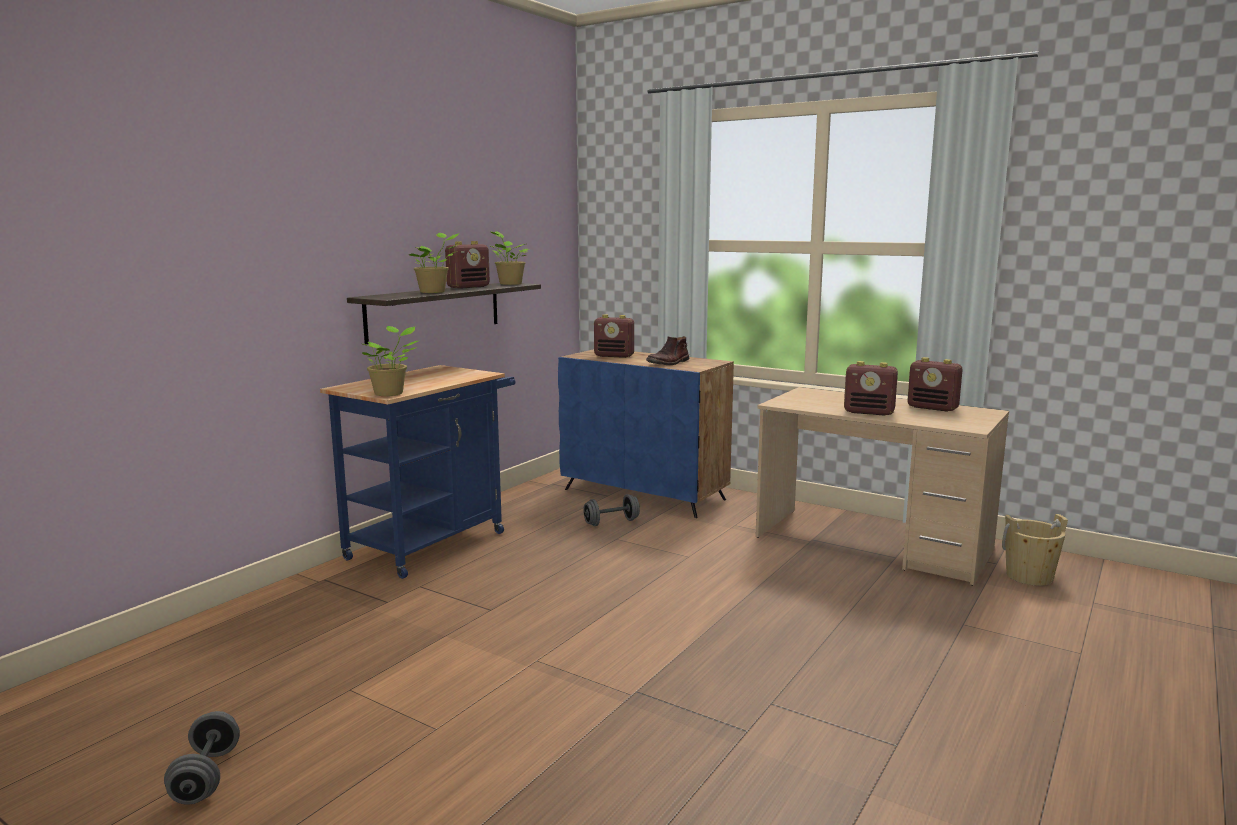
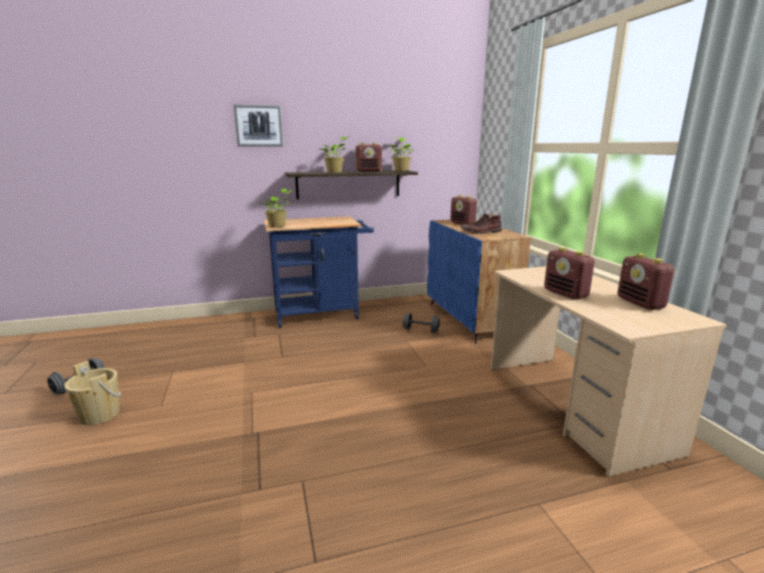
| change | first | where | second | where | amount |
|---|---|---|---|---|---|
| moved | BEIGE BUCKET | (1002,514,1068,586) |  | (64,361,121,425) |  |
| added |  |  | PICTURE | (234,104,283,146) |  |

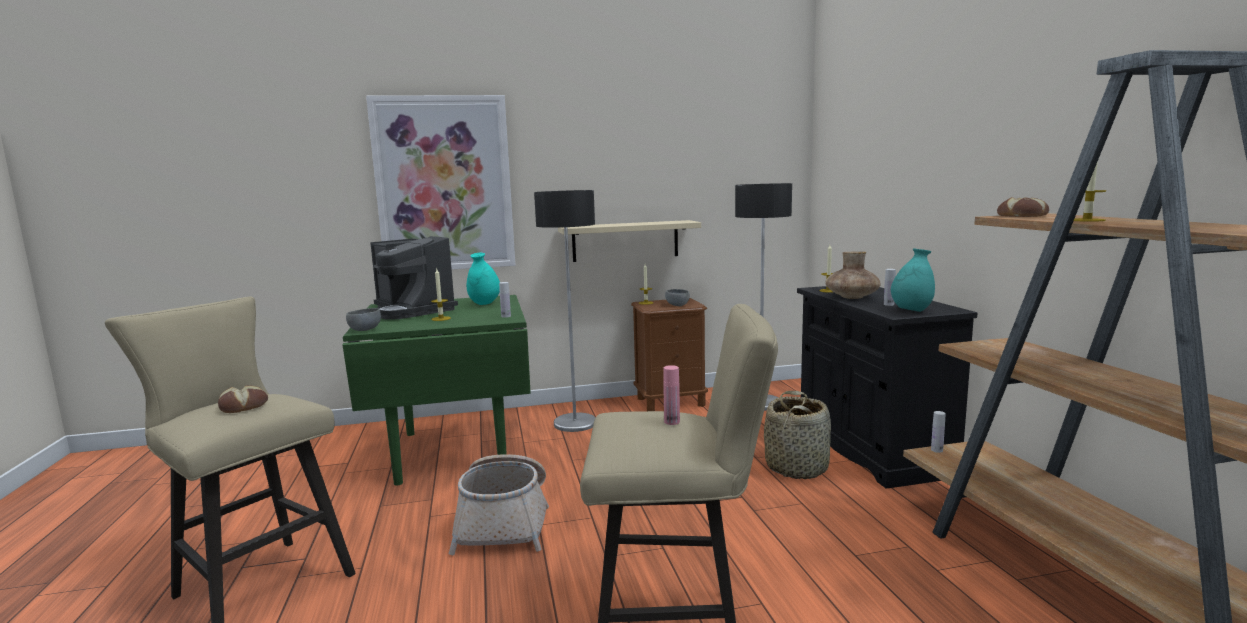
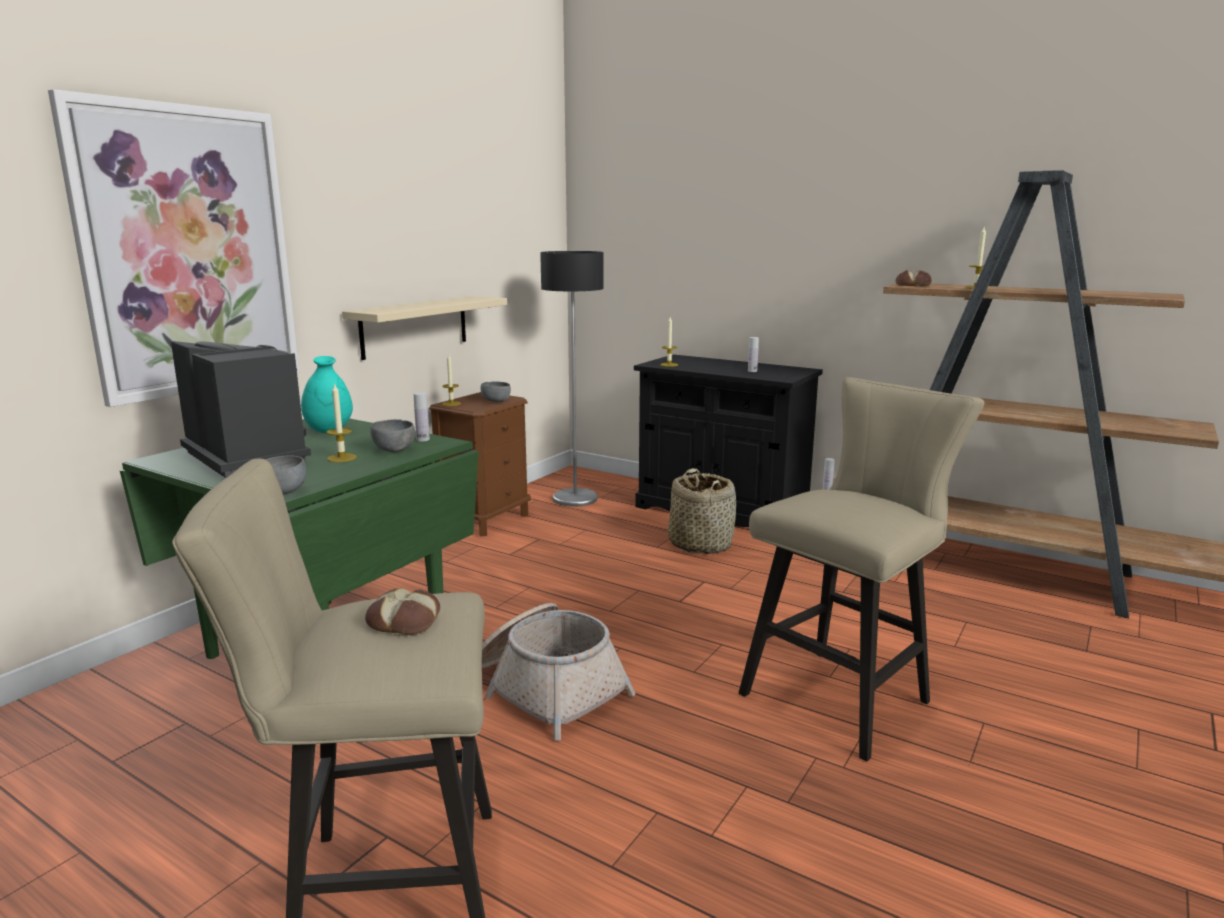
| change | first | where | second | where | amount |
|---|---|---|---|---|---|
| turned | COFFEE MACHINE | (370,236,458,320) |  | (171,341,311,478) | 135 degrees counterclockwise |
| added |  |  | GREY BOWL | (370,419,416,453) |  |
| removed | FLOOR LAMP | (534,190,595,432) |  |  |  |
| removed | PINK BOTTLE | (663,365,680,425) |  |  |  |
| removed | BROWN VASE | (825,251,881,299) |  |  |  |
| removed | TURQUOISE VASE | (891,249,935,312) |  |  |  |

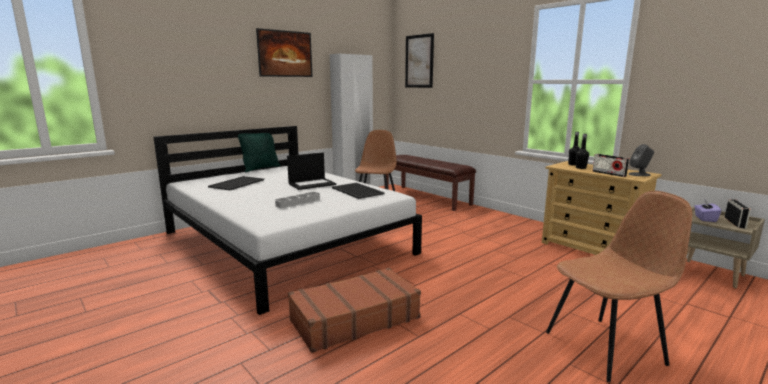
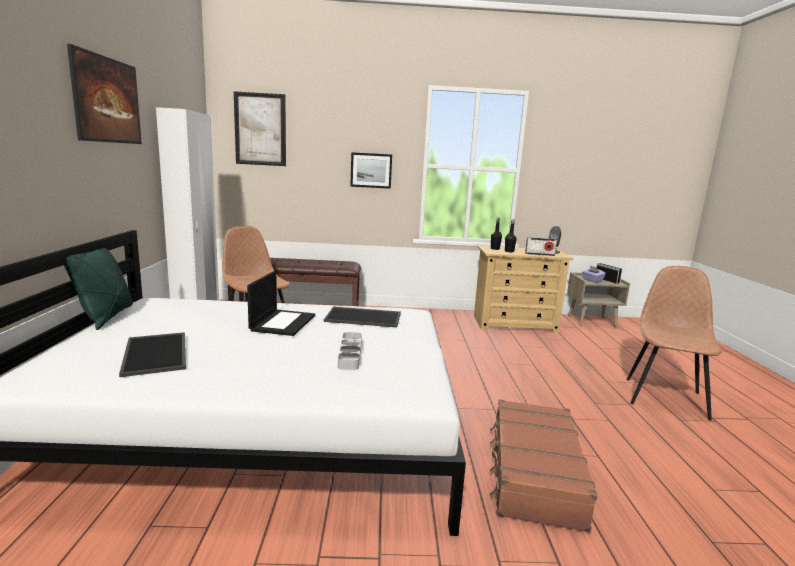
| change | first | where | second | where | amount |
|---|---|---|---|---|---|
| added |  |  | PICTURE | (350,152,392,189) |  |

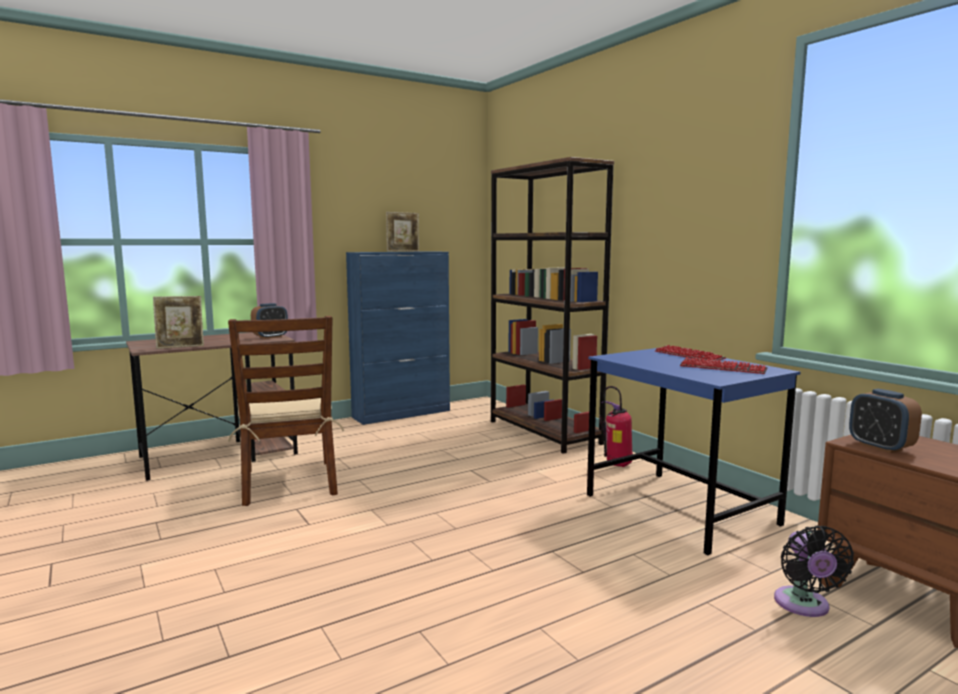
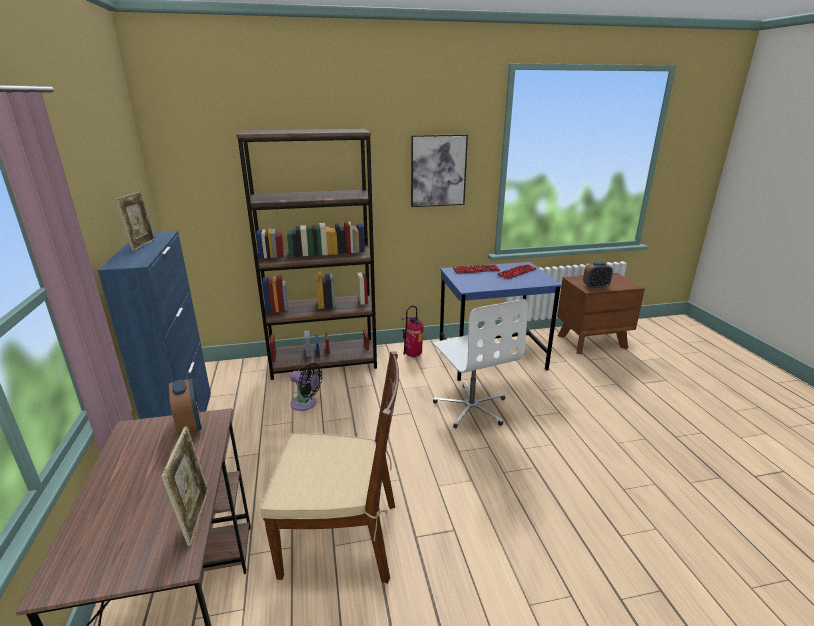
| change | first | where | second | where | amount |
|---|---|---|---|---|---|
| moved | BLACK FAN | (774,525,854,617) |  | (290,363,322,411) |  |
| added |  |  | PICTURE | (411,134,468,207) |  |
| added |  |  | WHITE OFFICE CHAIR | (433,299,528,428) |  |

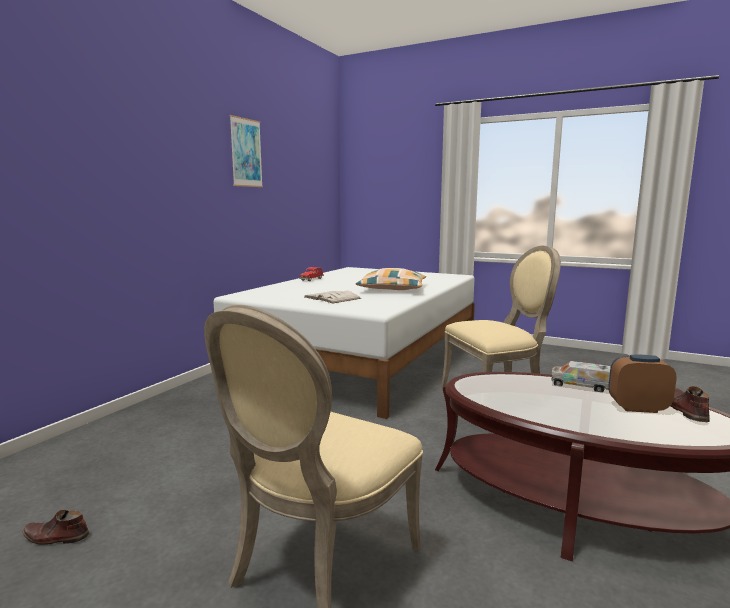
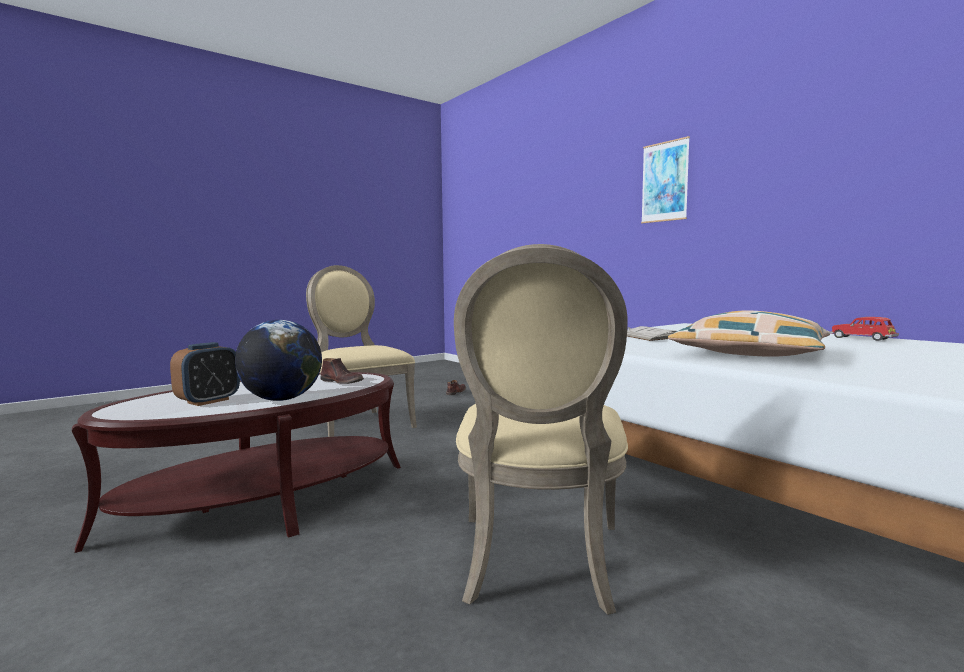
| change | first | where | second | where | amount |
|---|---|---|---|---|---|
| replaced | TOY TRUCK | (551,361,611,392) | GLOBE | (235,320,322,401) |  |
| moved | BROWN SHOE | (671,386,709,422) |  | (320,358,364,384) |  |
| moved | PICTURE | (229,115,263,187) |  | (641,136,690,223) |  |

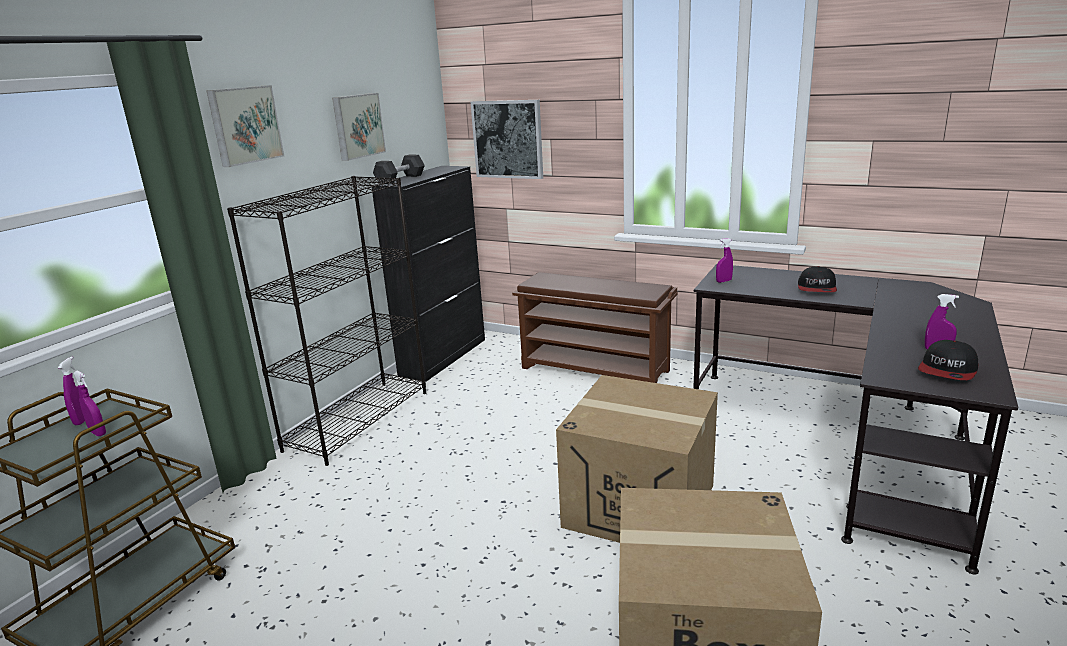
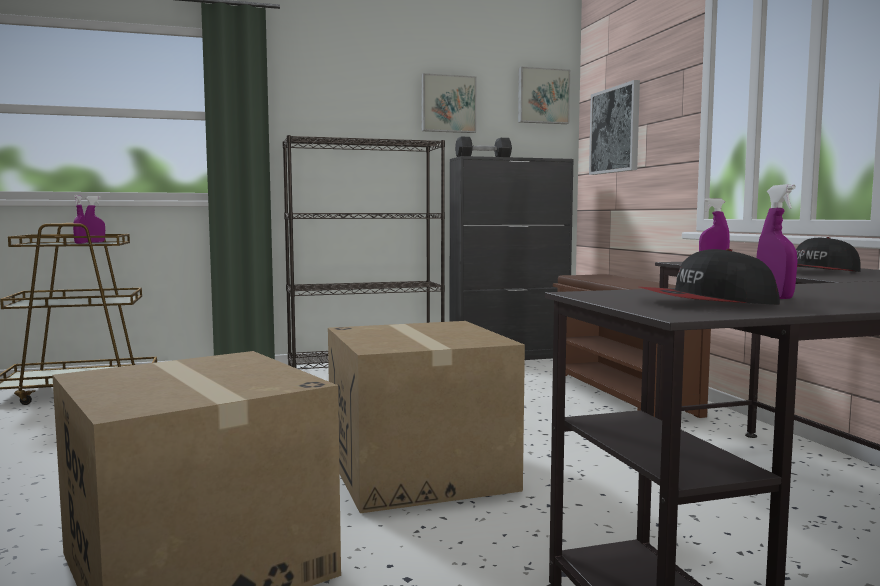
| change | first | where | second | where | amount |
|---|---|---|---|---|---|
| moved | PICTURE | (206,85,284,167) |  | (518,67,570,124) |  |

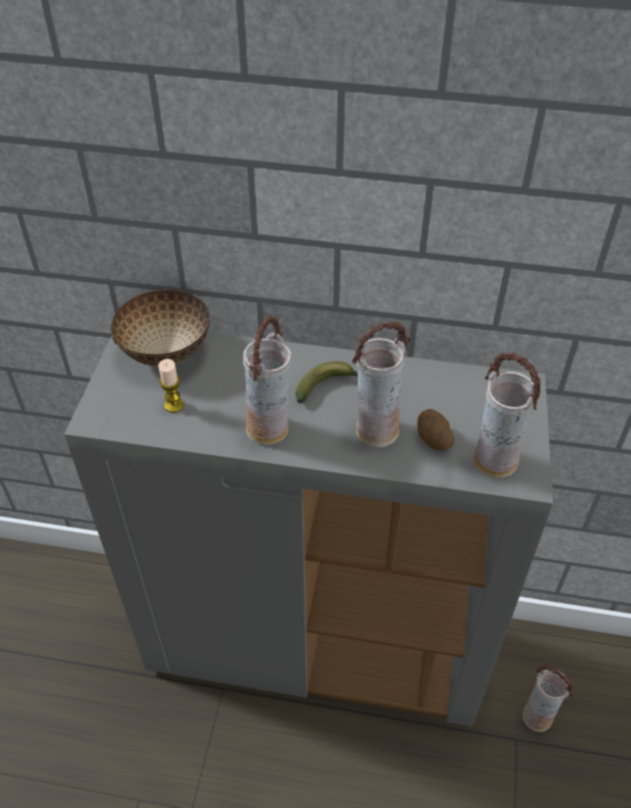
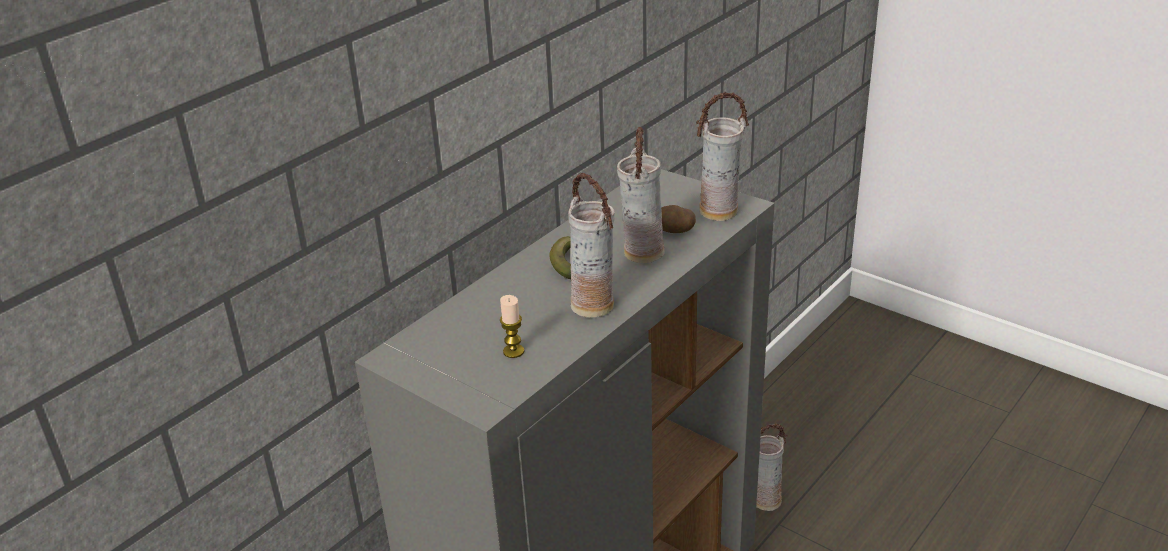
| change | first | where | second | where | amount |
|---|---|---|---|---|---|
| removed | BOWL | (111,289,210,367) |  |  |  |

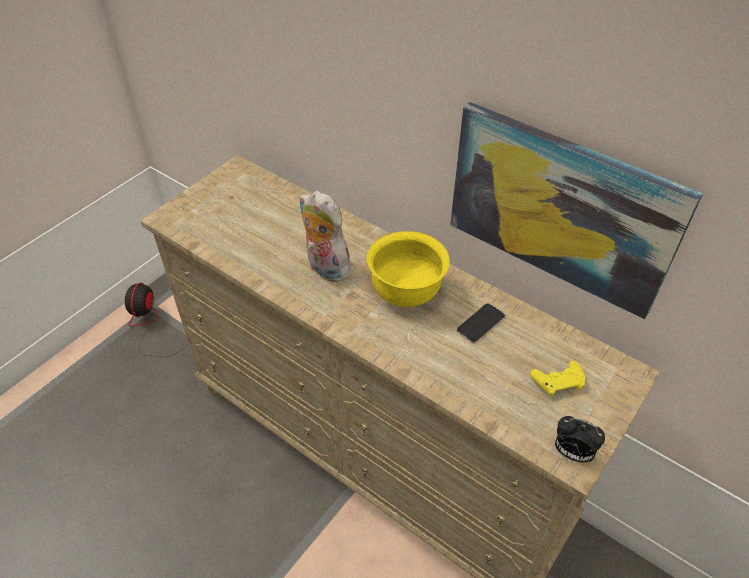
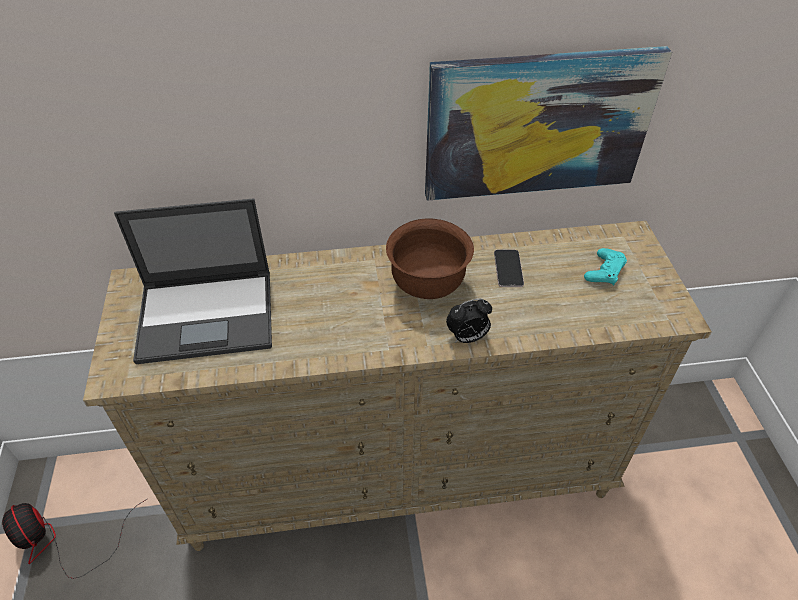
| change | first | where | second | where | amount |
|---|---|---|---|---|---|
| added |  |  | LAPTOP | (114,198,272,364) |  |
| recoloured | YELLOW BOWL | (367,231,450,307) | BROWN BOWL | (386,218,474,299) |  |
| moved | ALARM CLOCK | (555,416,605,462) |  | (446,299,492,343) |  |
| recoloured | YELLOW GAME CONTROLLER | (530,361,585,397) | TURQUOISE GAME CONTROLLER | (584,248,627,285) |  |
| removed | PLUSH TOY | (300,191,354,282) |  |  |  |

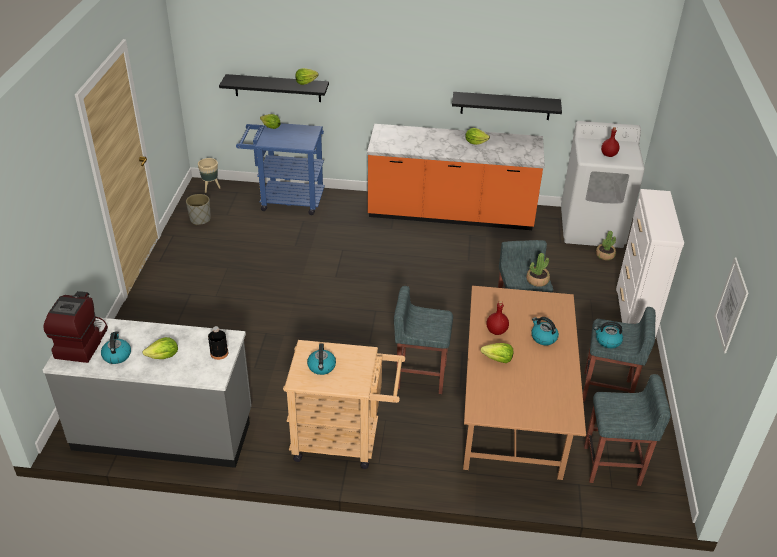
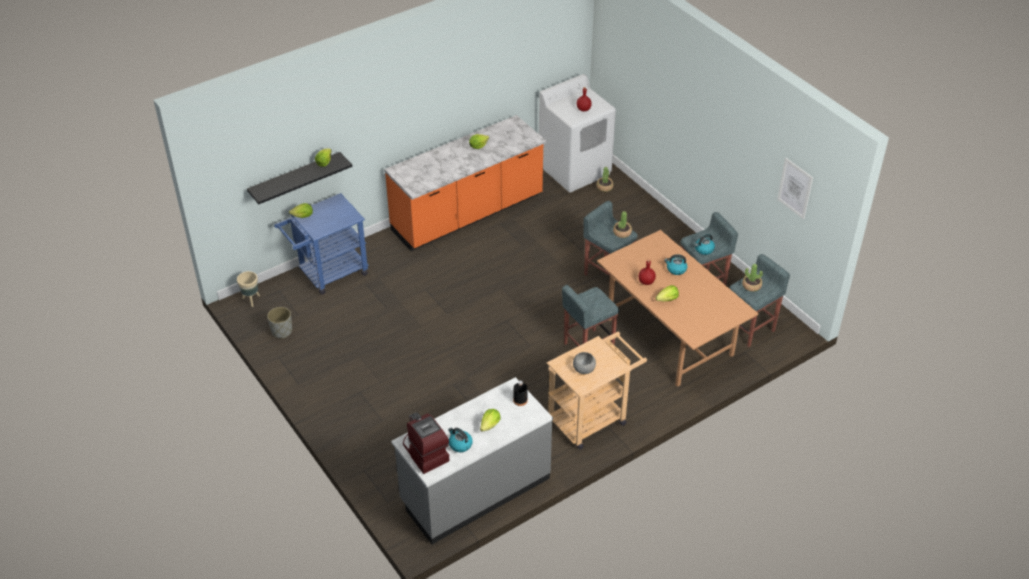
| change | first | where | second | where | amount |
|---|---|---|---|---|---|
| replaced | KETTLE | (307,343,336,375) | GREY BOWL | (573,352,596,374) |  |
| added |  |  | POTTED PLANT | (742,264,763,292) |  |
| removed | BLACK SHELF | (452,92,562,120) |  |  |  |
| removed | WHITE DRESSER | (616,189,684,338) |  |  |  |

